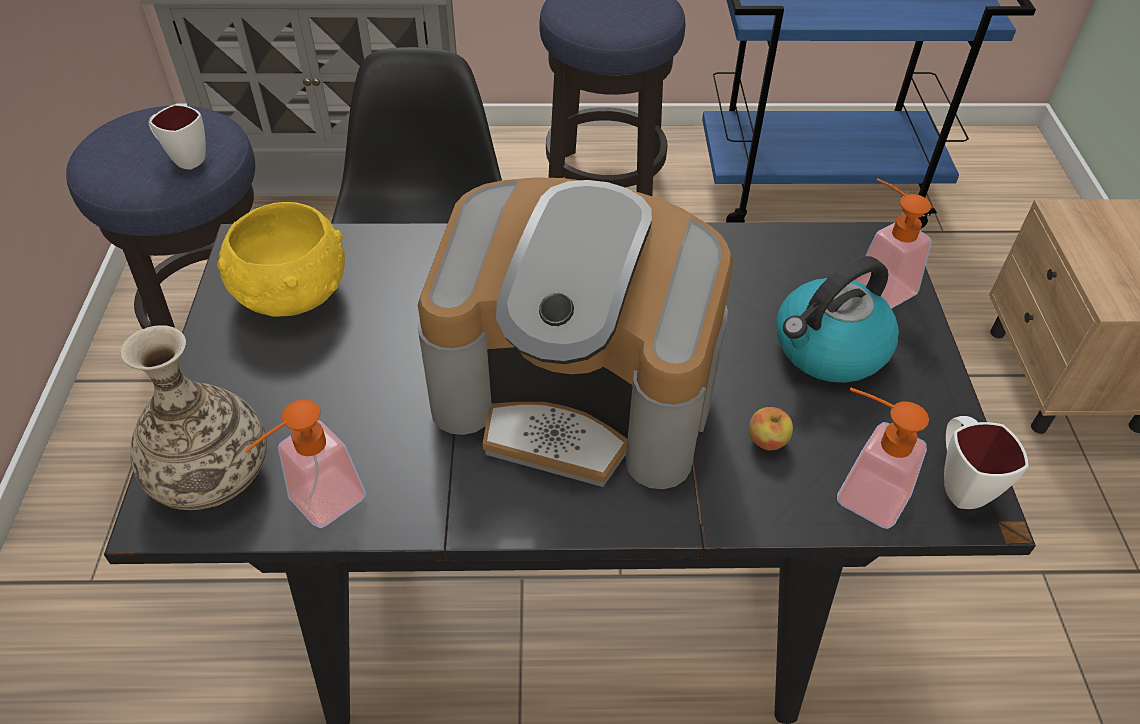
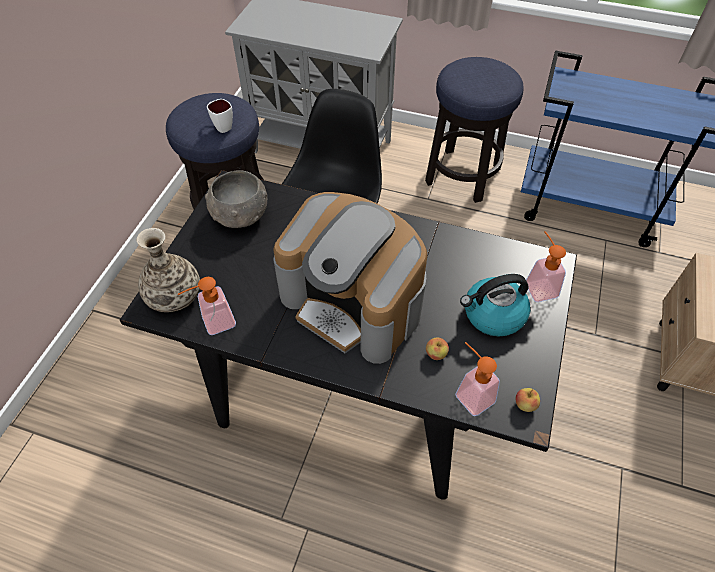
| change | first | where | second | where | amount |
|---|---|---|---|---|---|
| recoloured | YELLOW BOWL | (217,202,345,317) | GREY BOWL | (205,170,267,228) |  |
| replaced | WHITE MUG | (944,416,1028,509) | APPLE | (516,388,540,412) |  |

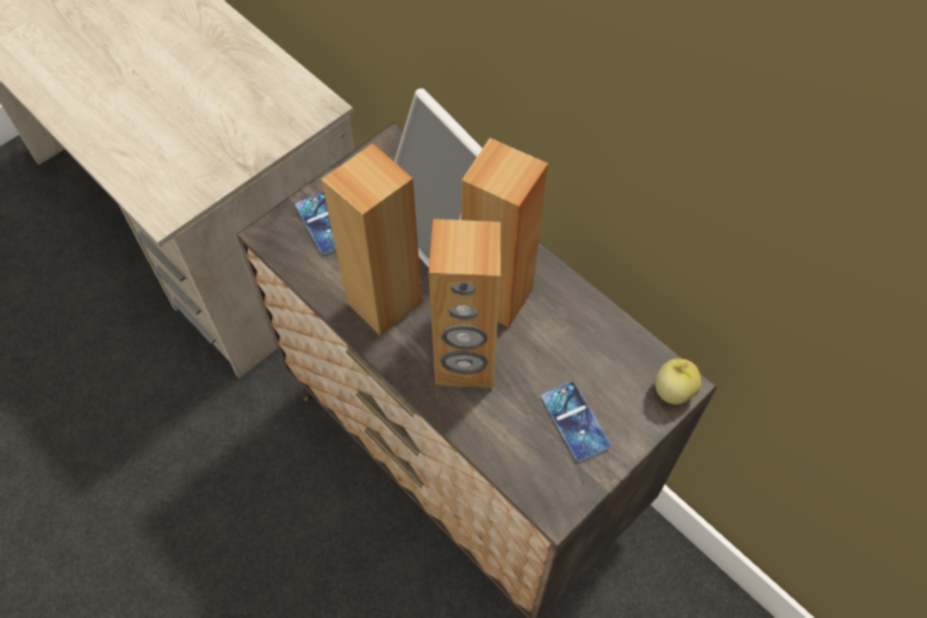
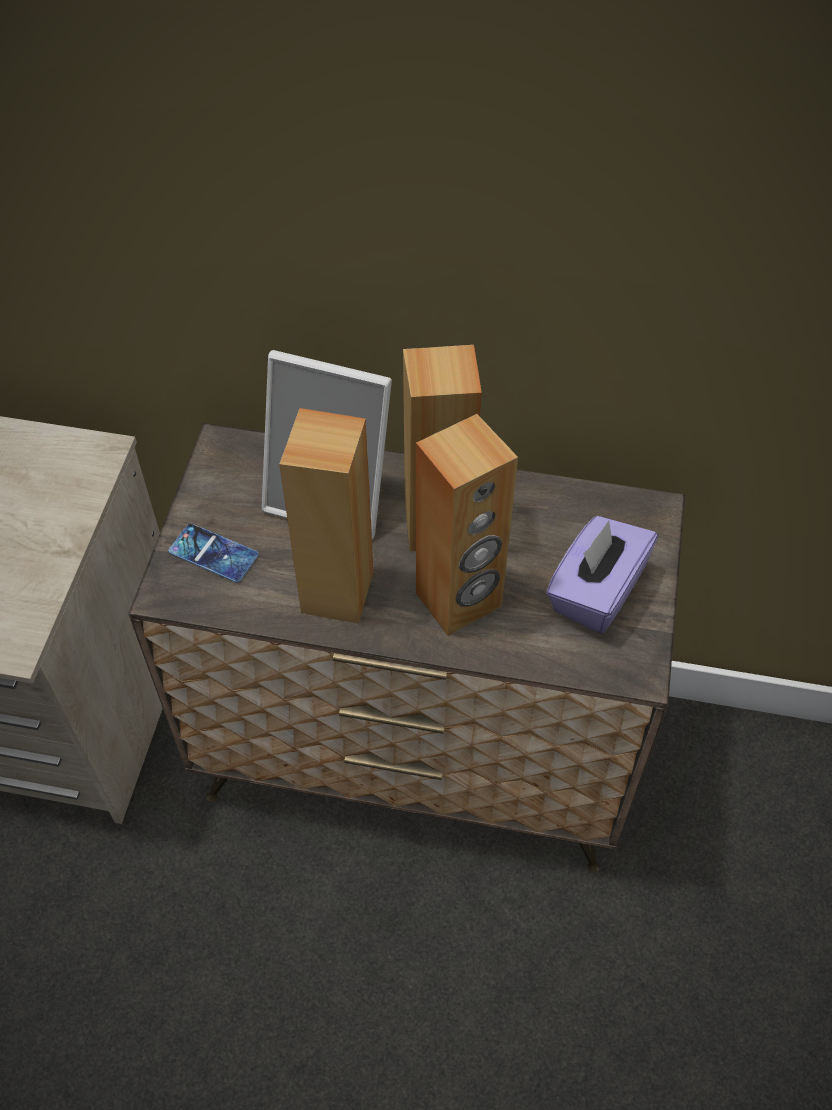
| change | first | where | second | where | amount |
|---|---|---|---|---|---|
| replaced | PHONE | (541,382,611,462) | PURPLE TISSUE BOX | (546,516,658,633) |  |
| removed | APPLE | (655,359,701,404) |  |  |  |

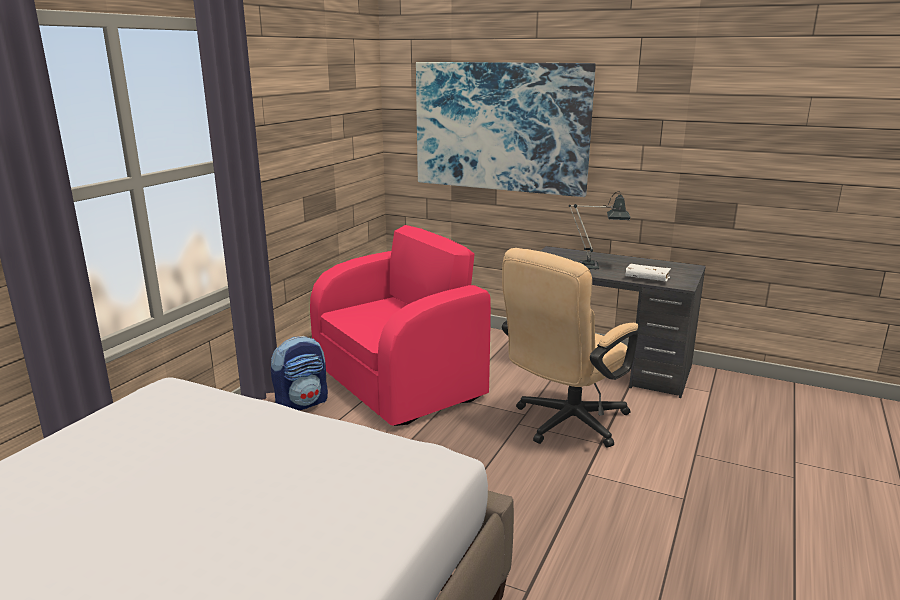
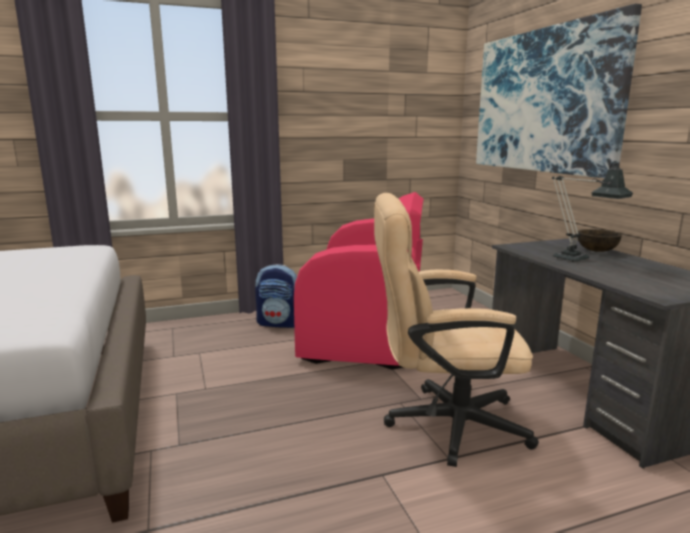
| change | first | where | second | where | amount |
|---|---|---|---|---|---|
| added |  |  | BROWN BOWL | (578,229,622,252) |  |
| removed | WHITE BOOK | (626,264,671,281) |  |  |  |

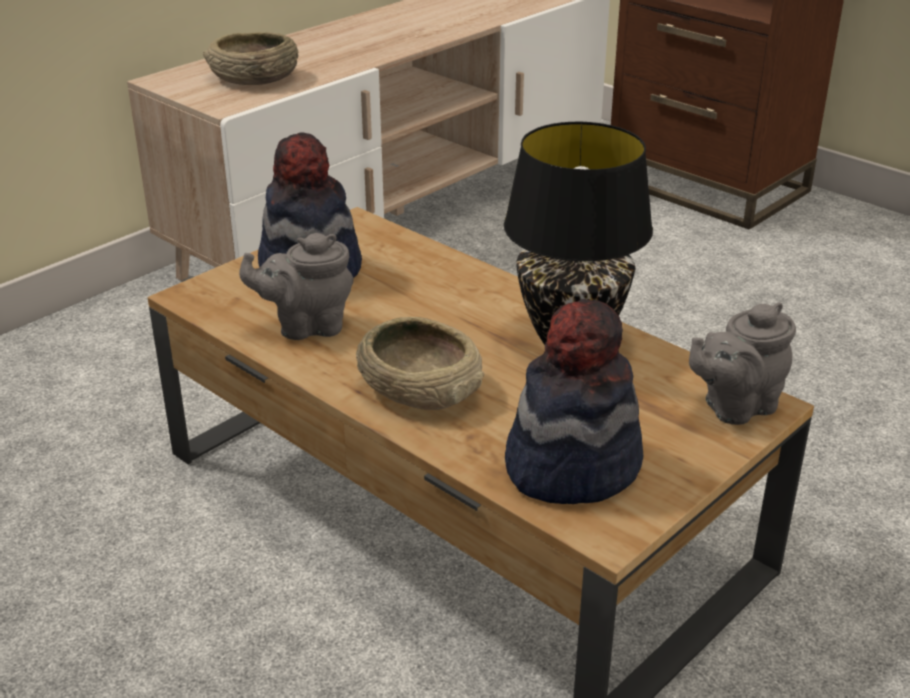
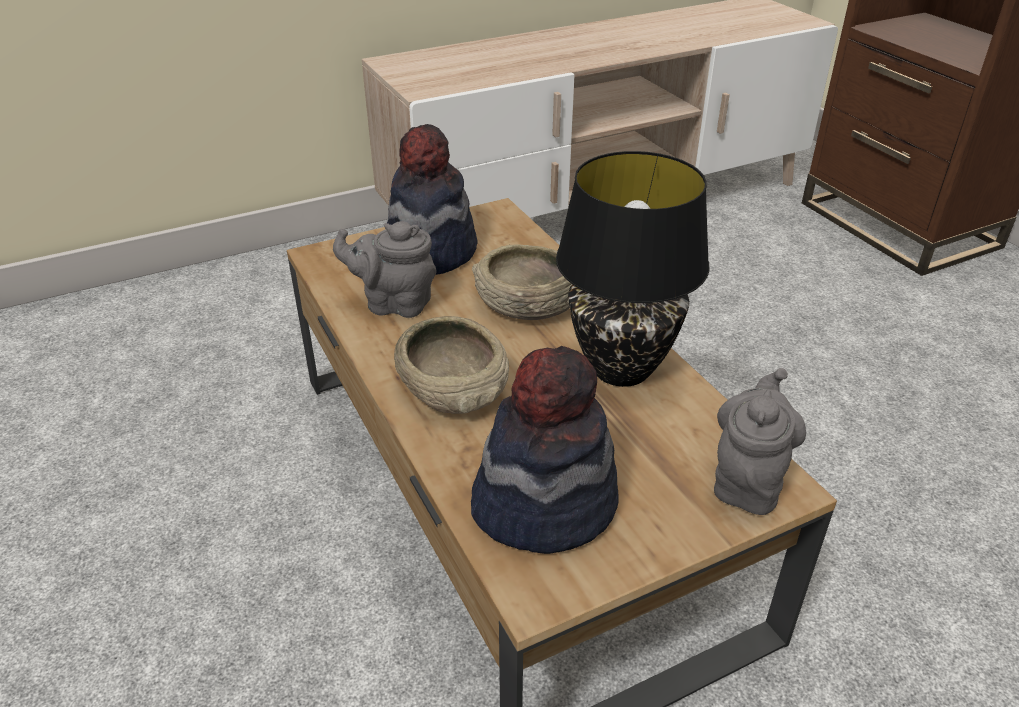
| change | first | where | second | where | amount |
|---|---|---|---|---|---|
| moved | BEIGE BOWL | (203,32,298,85) |  | (472,244,572,320) |  |
| turned | GREY TEAPOT | (689,302,796,425) |  | (714,368,806,515) | 120 degrees clockwise |

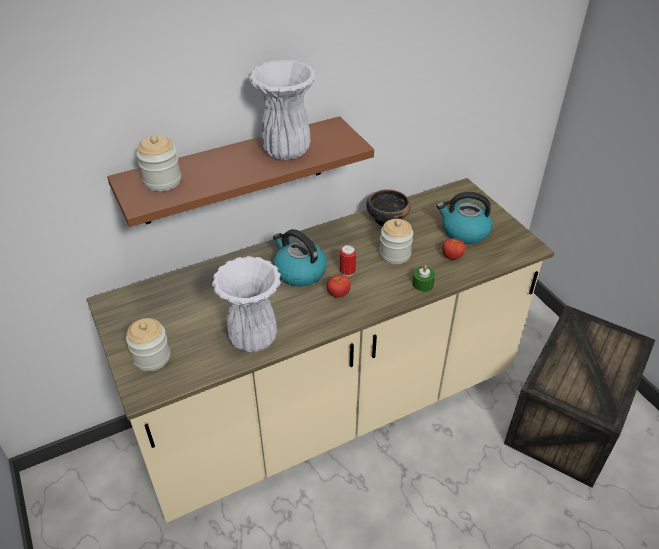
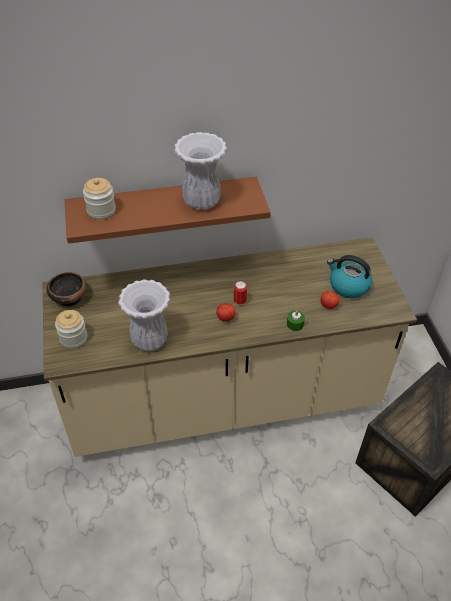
| change | first | where | second | where | amount |
|---|---|---|---|---|---|
| moved | BOWL | (366,189,411,227) |  | (47,272,86,307) |  |
| removed | KETTLE | (273,229,327,287) |  |  |  |
| removed | JAR | (379,219,413,264) |  |  |  |

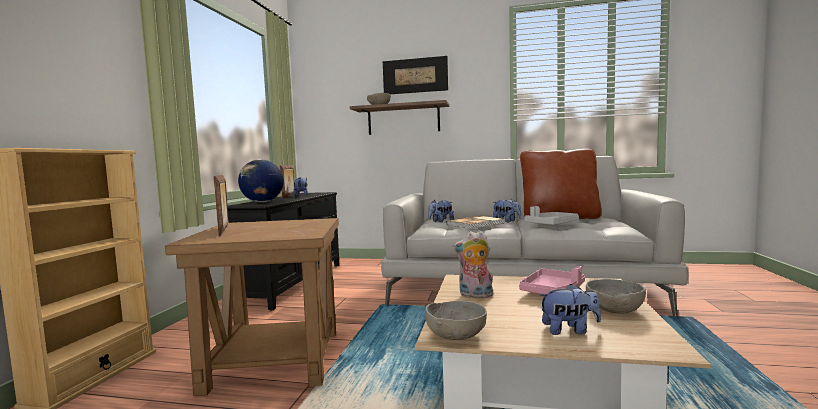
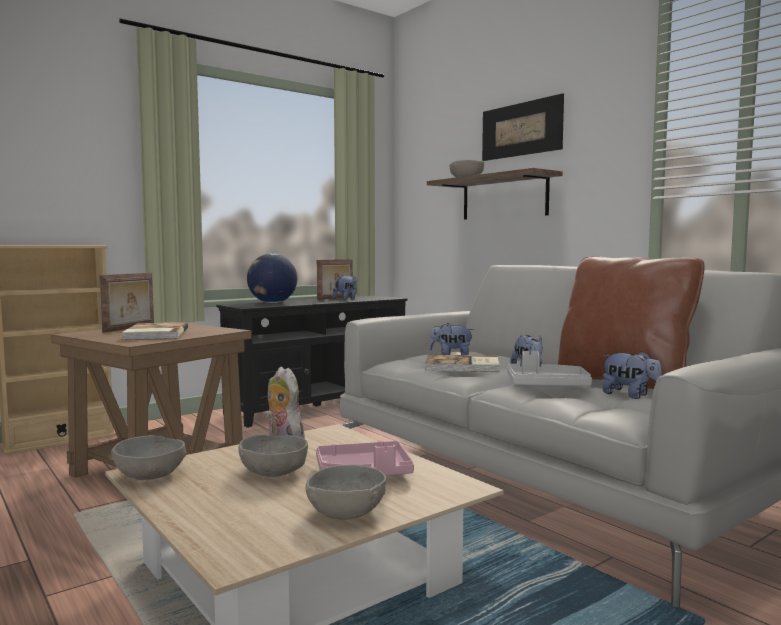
| change | first | where | second | where | amount |
|---|---|---|---|---|---|
| added |  |  | BOOK | (122,322,188,340) |  |
| added |  |  | GREY BOWL | (238,435,308,477) |  |
| moved | PLUSH TOY | (539,284,601,335) |  | (602,351,662,399) |  |

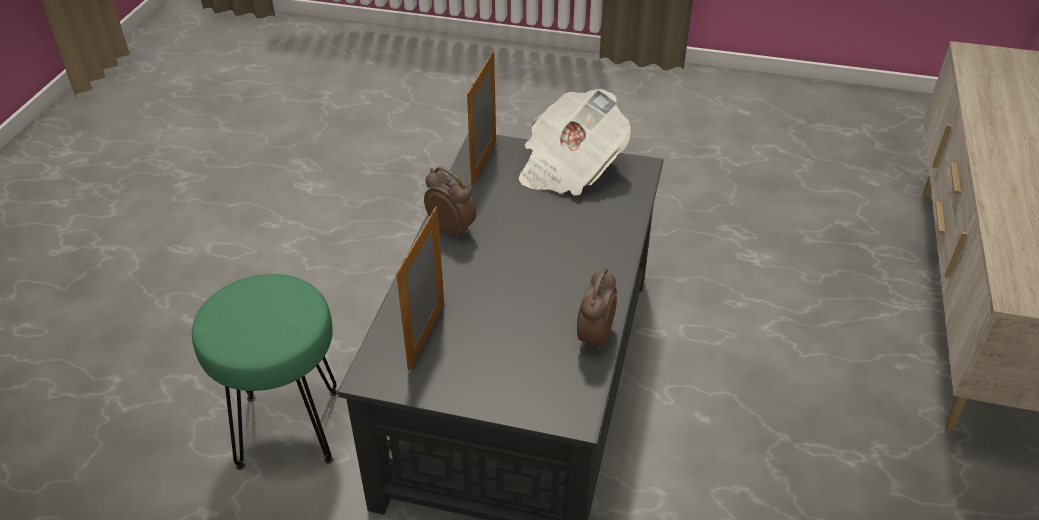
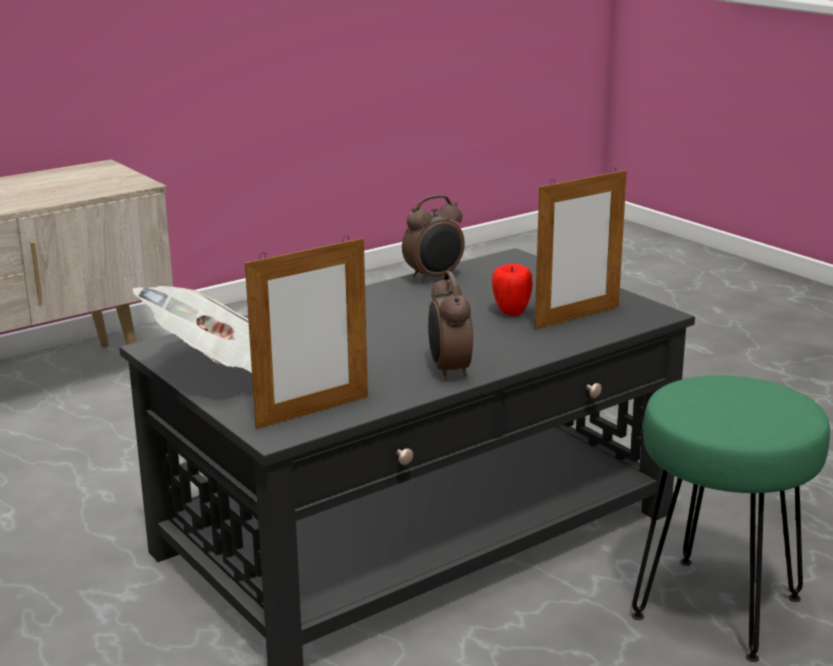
| change | first | where | second | where | amount |
|---|---|---|---|---|---|
| added |  |  | APPLE | (492,263,532,316) |  |

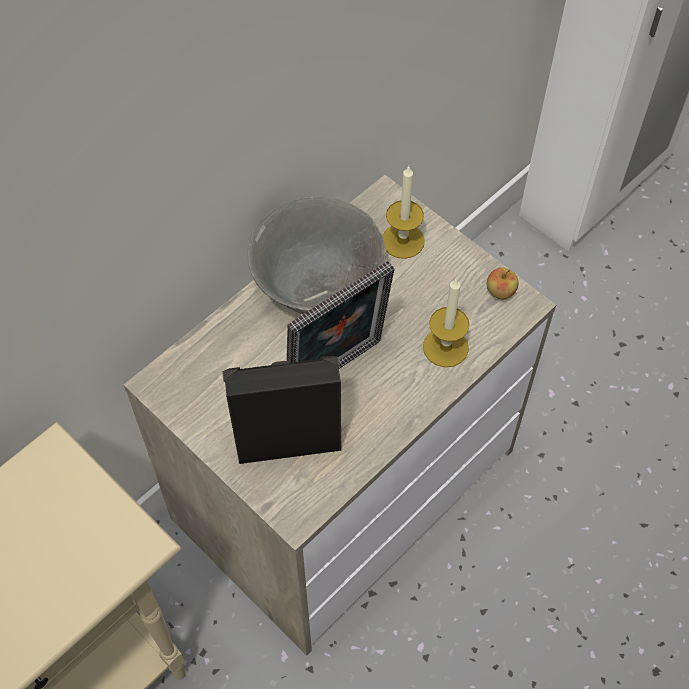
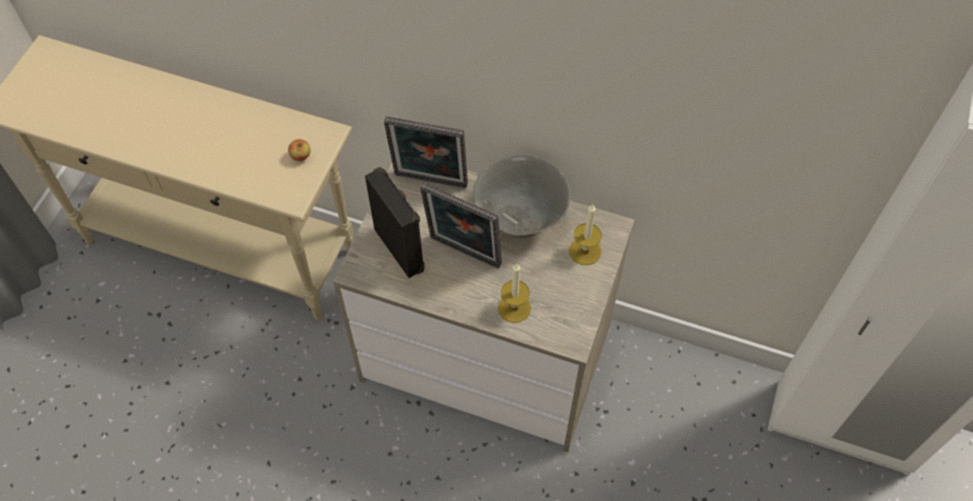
| change | first | where | second | where | amount |
|---|---|---|---|---|---|
| moved | APPLE | (487,268,518,299) |  | (288,139,310,161) |  |
| added |  |  | PICTURE FRAME | (384,117,468,188) |  |

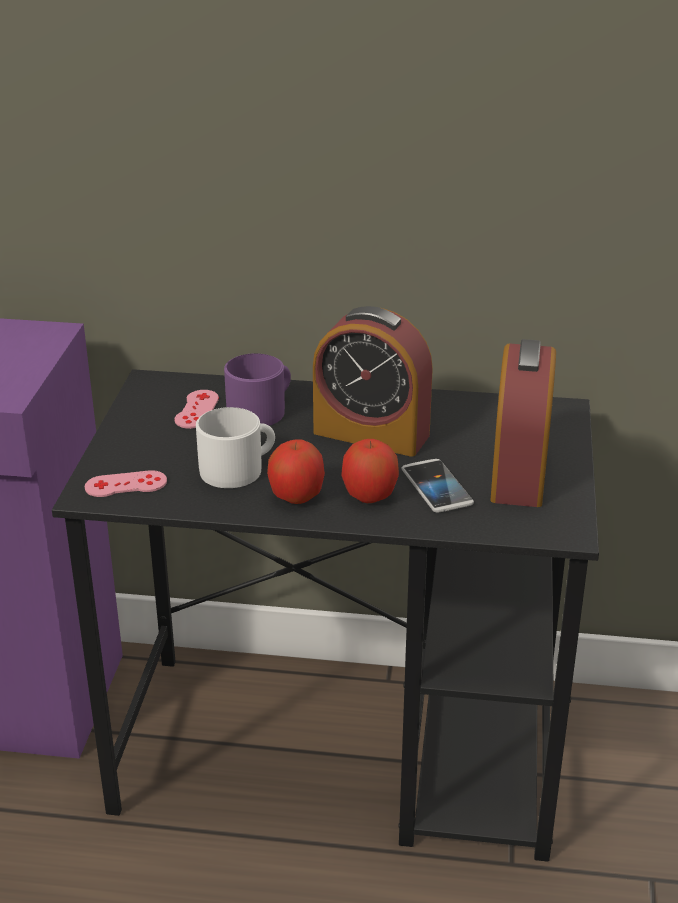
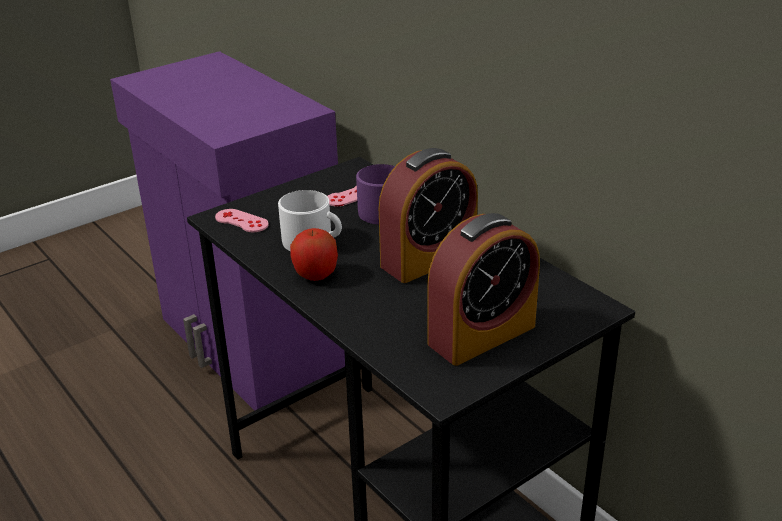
| change | first | where | second | where | amount |
|---|---|---|---|---|---|
| turned | ALARM CLOCK | (313,306,433,457) |  | (379,148,478,283) | 105 degrees counterclockwise |
| removed | APPLE | (341,439,399,503) |  |  |  |
| removed | PHONE | (401,459,474,513) |  |  |  |

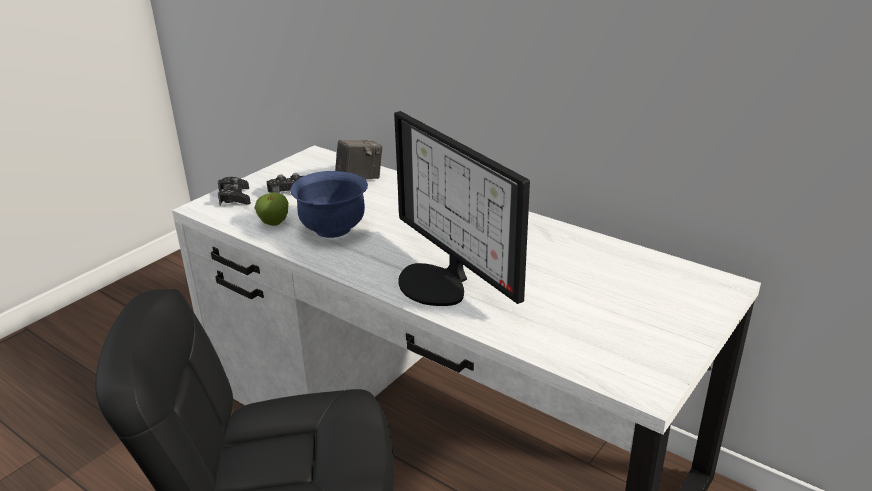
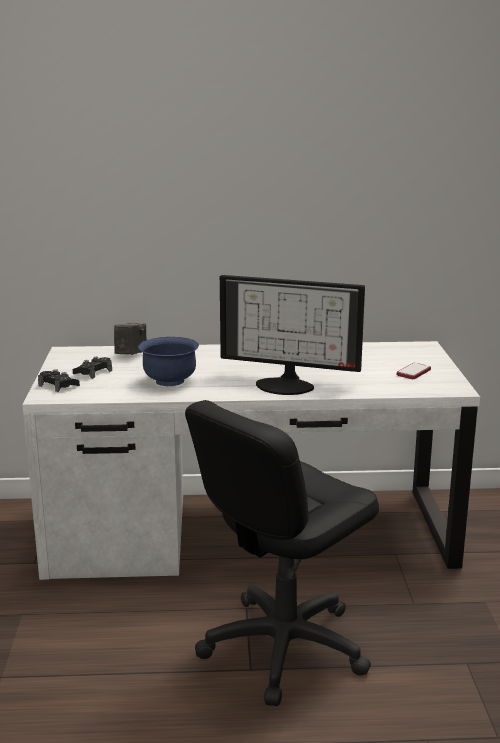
| change | first | where | second | where | amount |
|---|---|---|---|---|---|
| added |  |  | PHONE | (397,363,431,379) |  |
| removed | APPLE | (254,193,289,226) |  |  |  |

